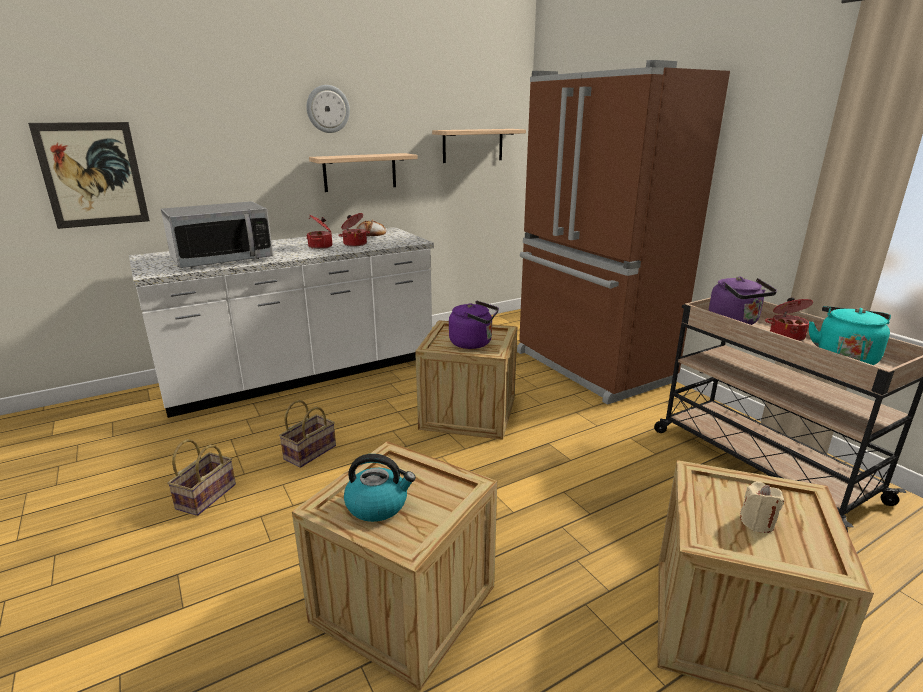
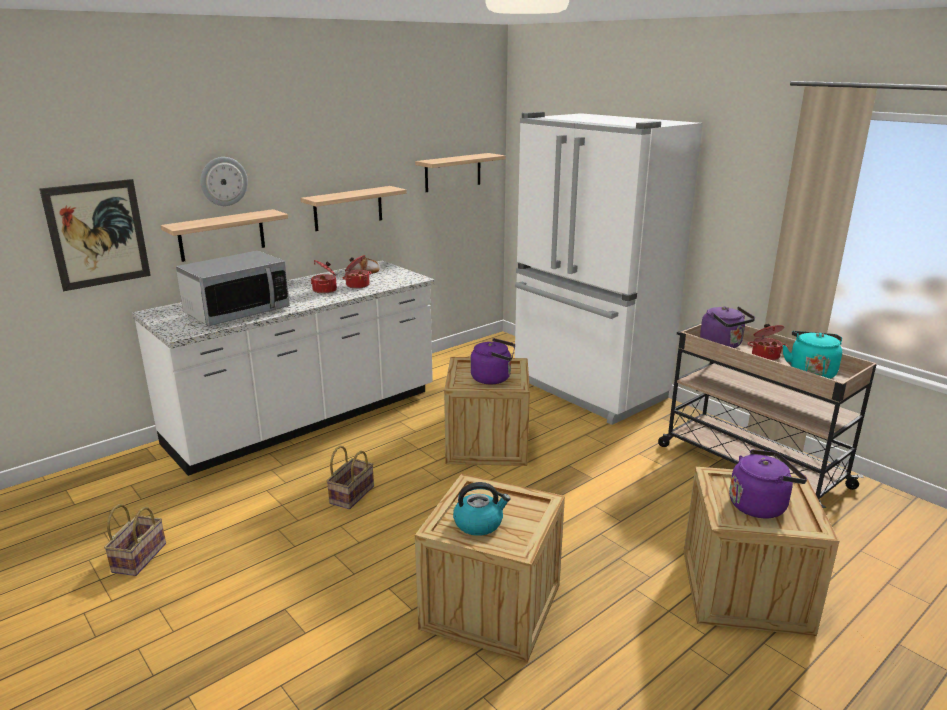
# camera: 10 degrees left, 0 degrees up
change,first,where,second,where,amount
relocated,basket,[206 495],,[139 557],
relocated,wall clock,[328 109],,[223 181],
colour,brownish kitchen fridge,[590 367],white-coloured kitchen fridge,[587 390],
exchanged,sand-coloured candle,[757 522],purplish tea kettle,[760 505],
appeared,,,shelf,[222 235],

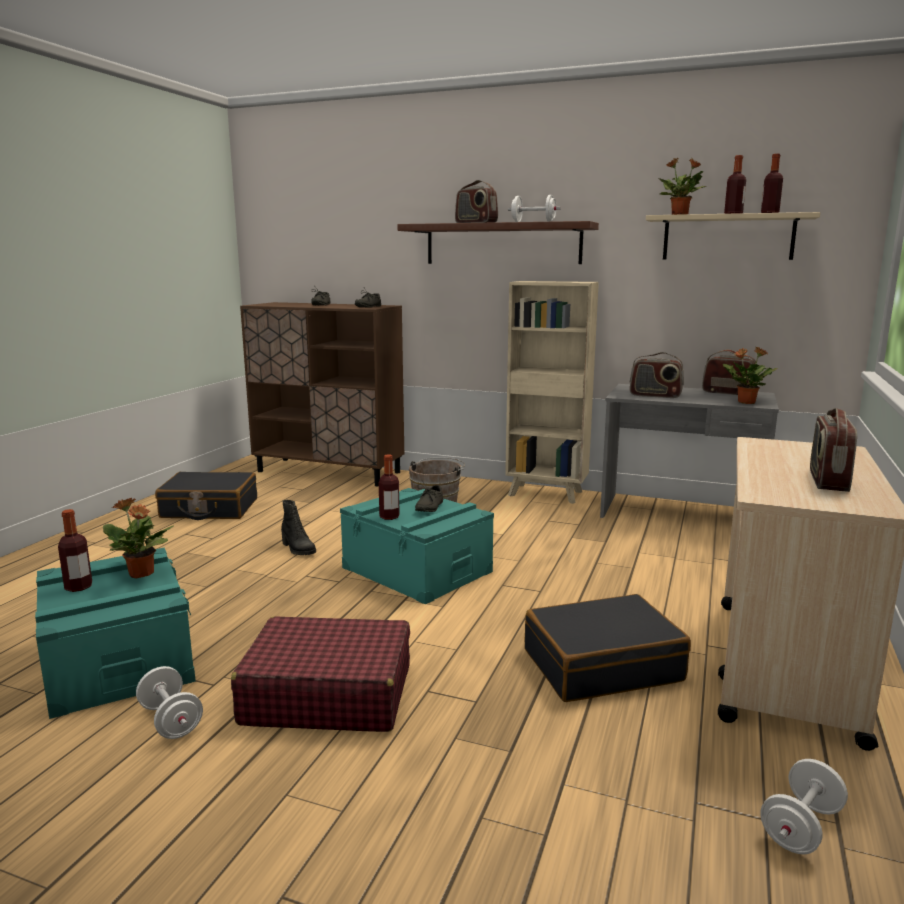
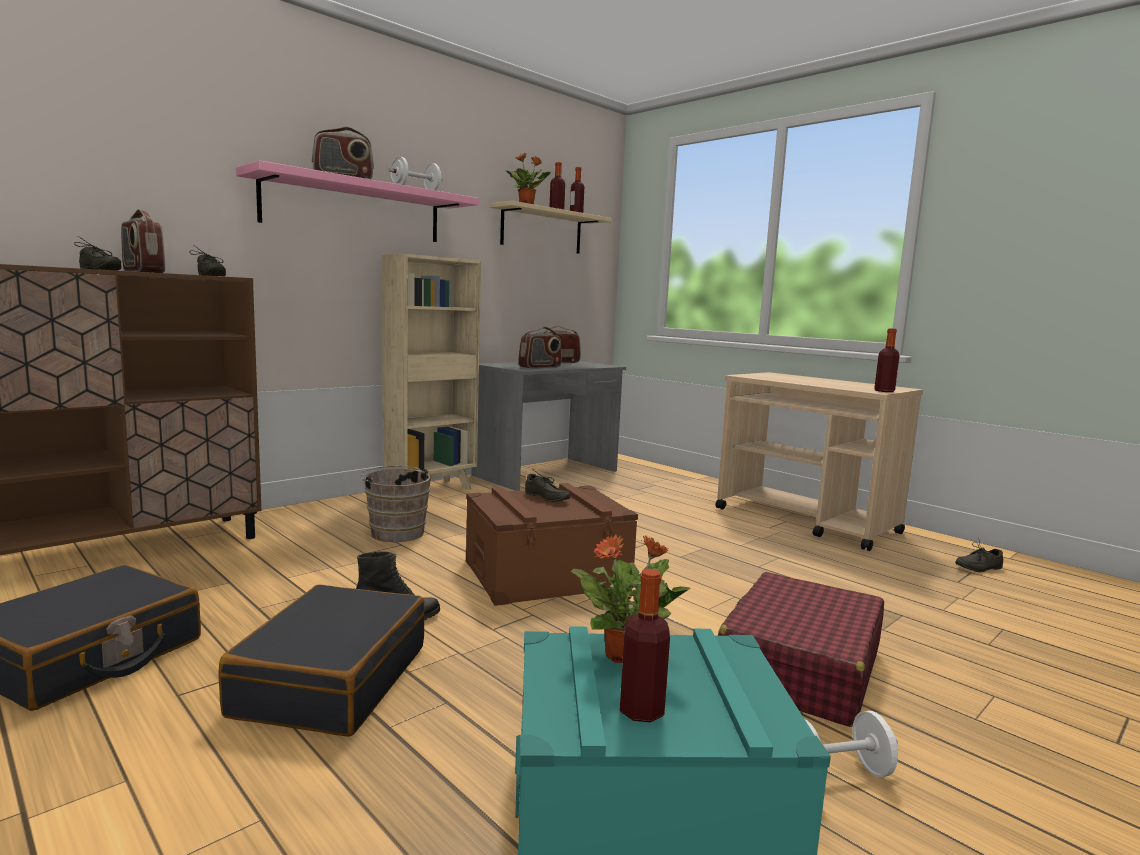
# camera: 65 degrees left, 5 degrees down
change,first,where,second,where,amount
colour,turquoise storage box,[417 569],brownish storage box,[546 574],
relocated,bottle,[389 517],,[884 391],
colour,brownish shelf,[502 244],pinkish shelf,[354 209],
relocated,blackish travel case,[602 665],,[331 680],
missing,plant in a pot,[745 402],,,
exchanged,white-coloured hand weight,[801 827],gray item of footwear,[977 567],
relocated,radio set,[827 481],,[143 272],

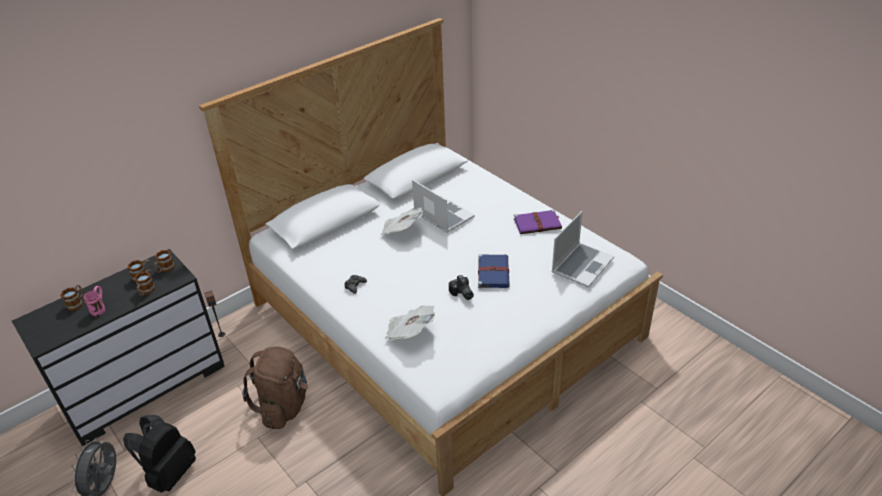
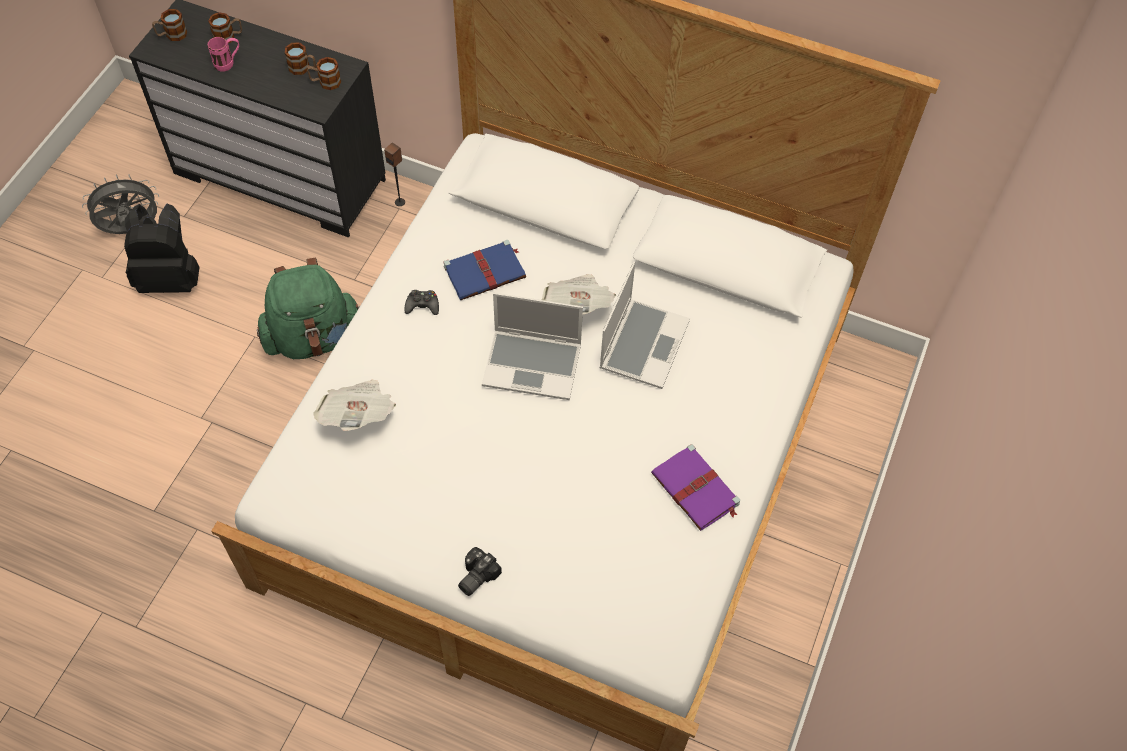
# camera: 60 degrees right, 20 degrees up
change,first,where,second,where,amount
relocated,tea mug,[146 292],,[172 35],
colour,brownish backpack,[284 406],greenish backpack,[314 337],
relocated,photo camera,[461 294],,[475 576],
relocated,bluish volume,[493 272],,[486 272],
relocated,notebook computer,[582 265],,[533 364],

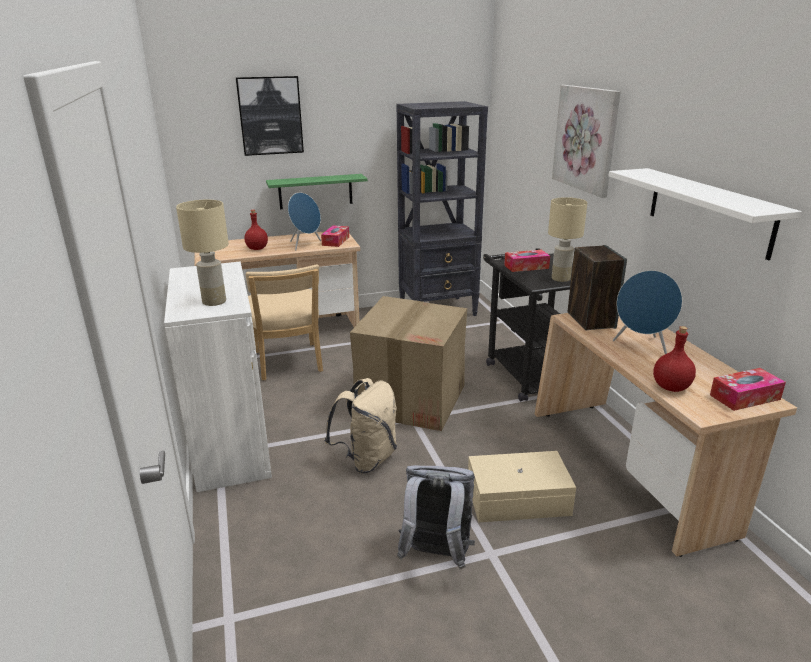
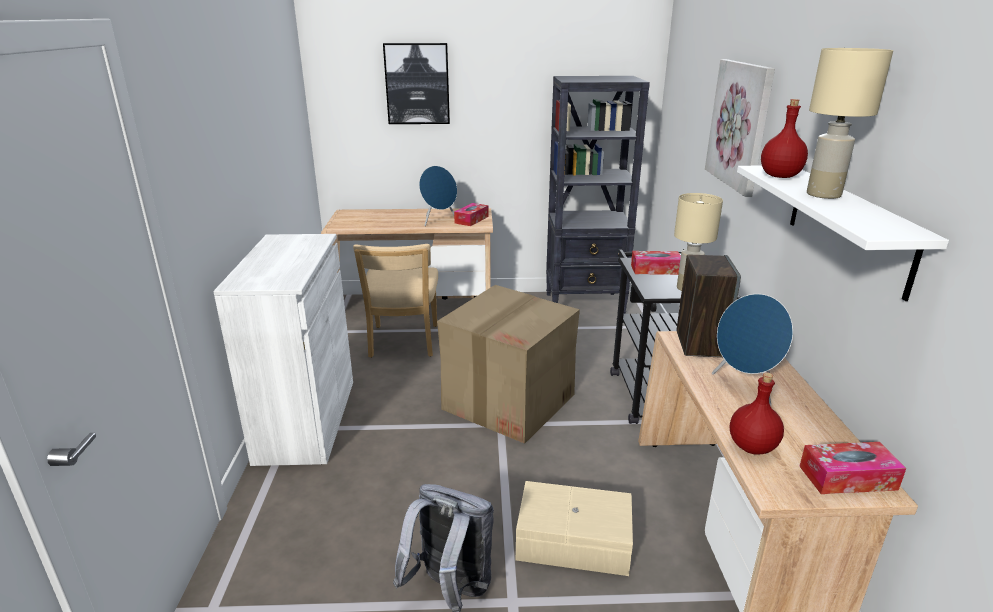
# camera: 15 degrees right, 0 degrees up
change,first,where,second,where,amount
relocated,sand-coloured table lamp,[215 301],,[824 194],
relocated,reddish bottle,[257 248],,[780 176],
missing,greenish shelf,[315 191],,,
missing,sand-coloured backpack,[367 459],,,

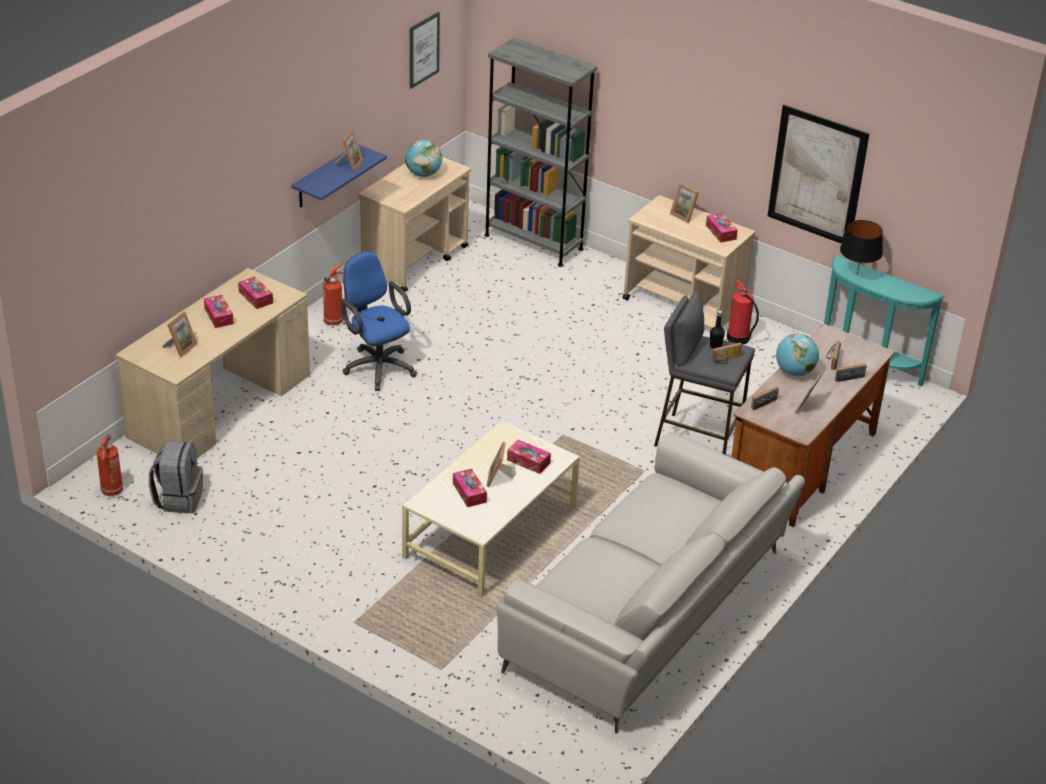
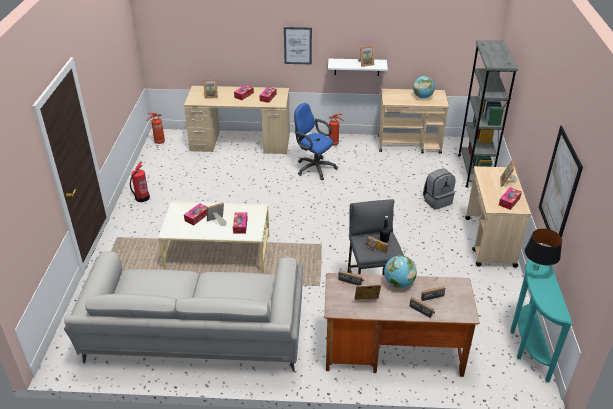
# camera: 60 degrees right, 0 degrees up
change,first,where,second,where,amount
relocated,gray backpack,[178 498],,[437 201],
colour,bluish shelf,[325 177],white-coloured shelf,[357 67],
spun,bluish office chair,[377 366],,[313 168],75 degrees counterclockwise
relocated,wall art,[424 50],,[297 45],
relocated,extinguisher,[738 338],,[142 198],

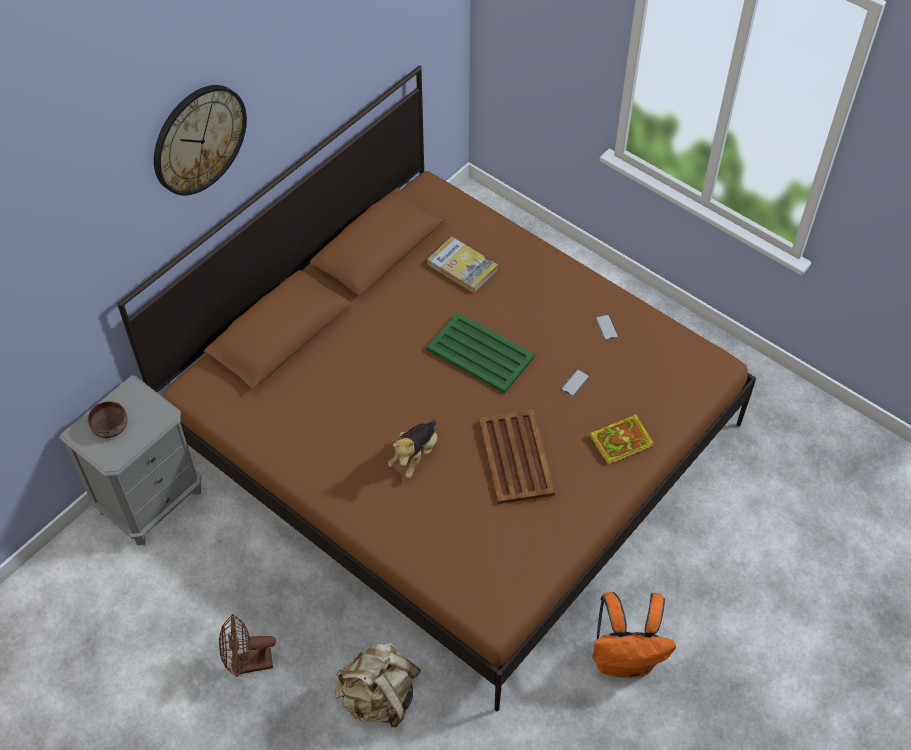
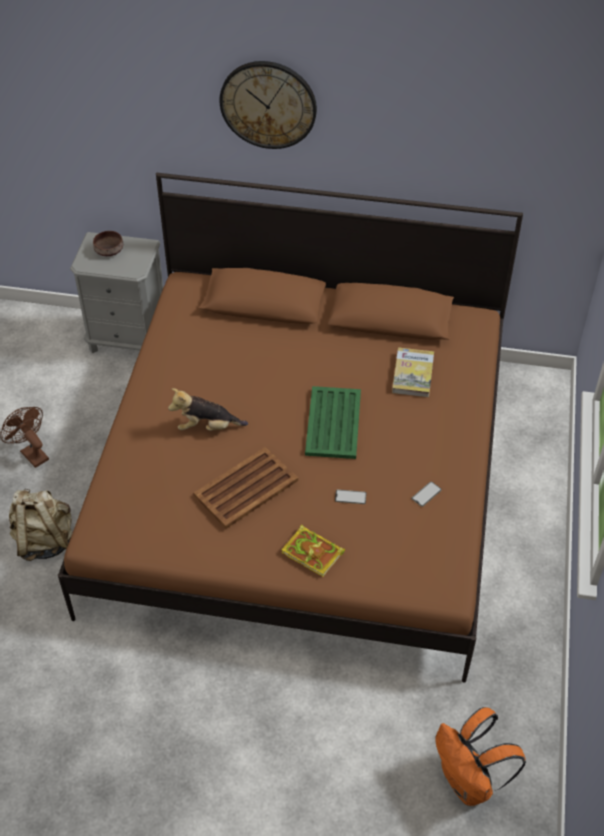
# camera: 60 degrees right, 5 degrees down
change,first,where,second,where,amount
relocated,orange backpack,[625 659],,[469 782],

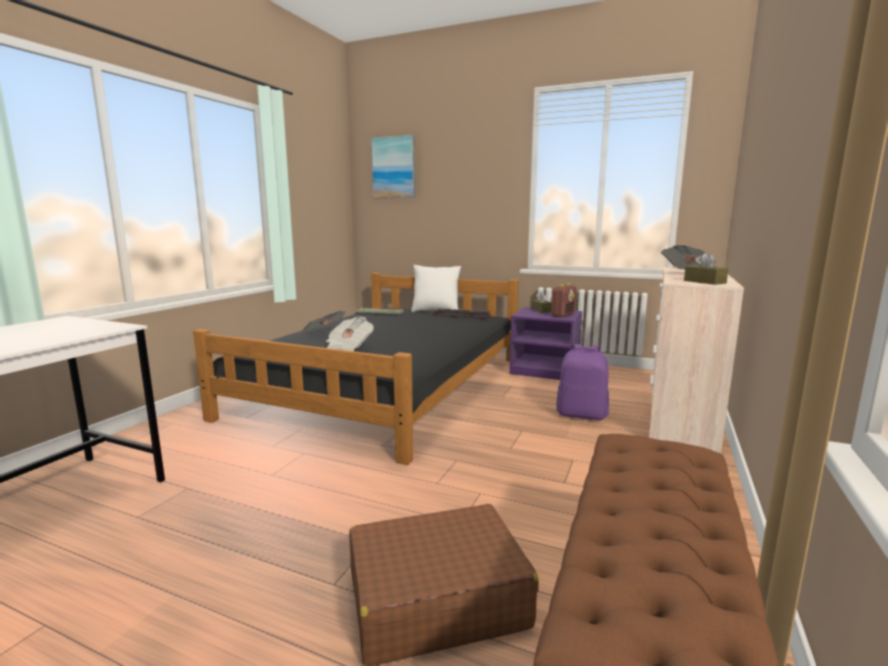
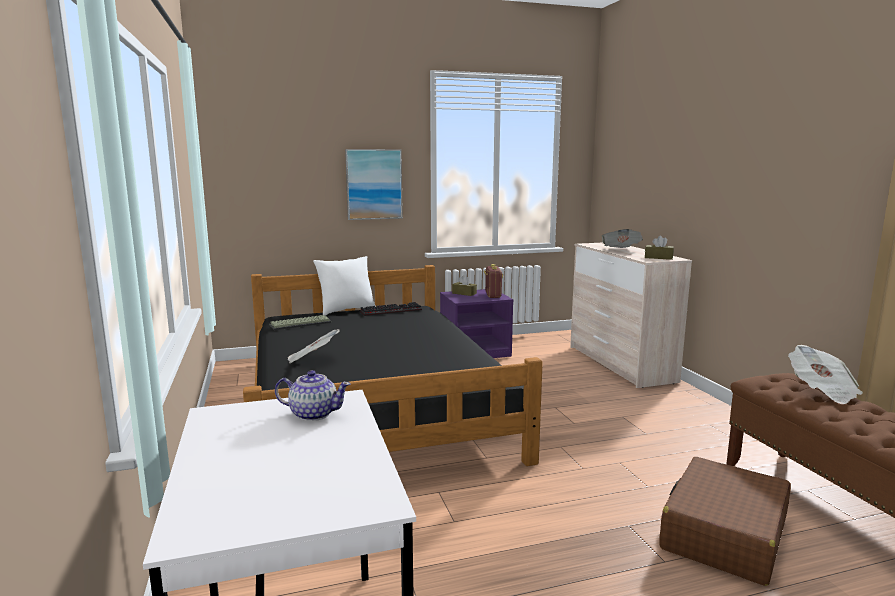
# camera: 40 degrees left, 0 degrees up
change,first,where,second,where,amount
relocated,newspaper,[347 349],,[822 391],
relocated,wall art,[394 167],,[374 184],
missing,purplish backpack,[582 414],,,
appeared,,,pot for tea,[313 414],

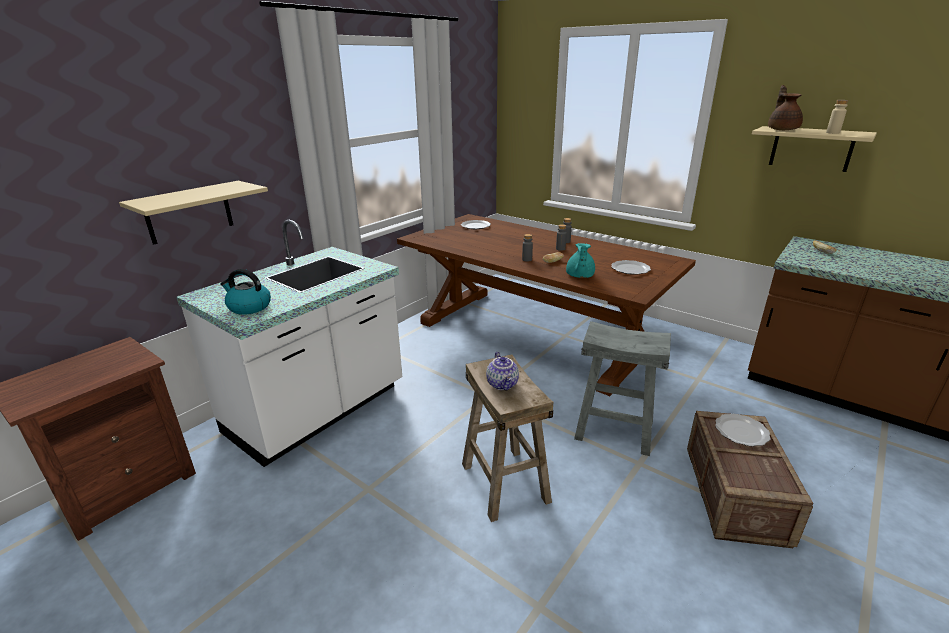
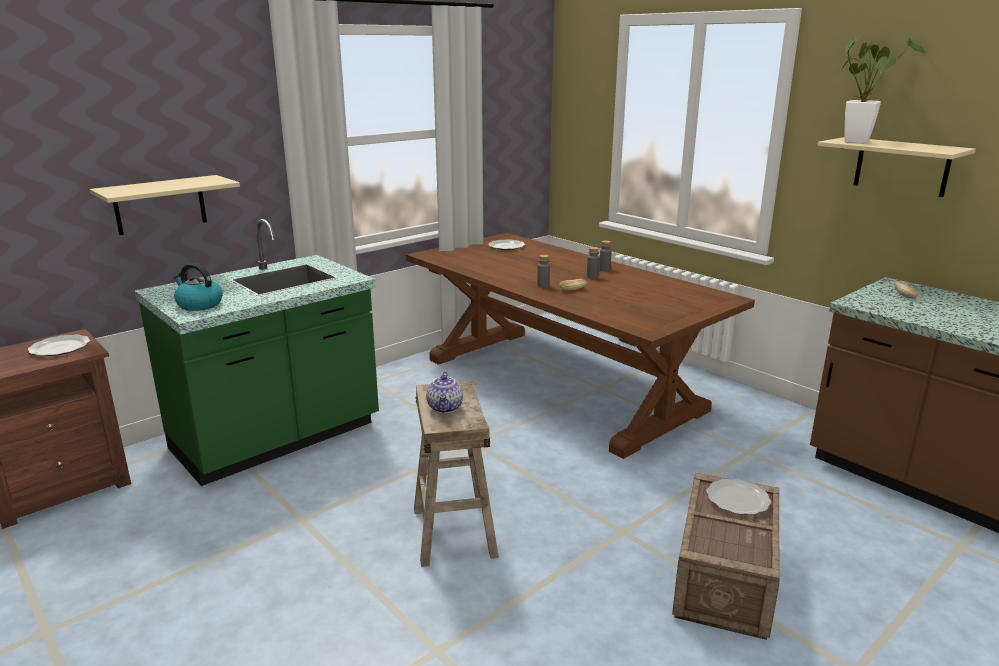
# camera: 10 degrees right, 5 degrees down
change,first,where,second,where,amount
colour,white-coloured kitchen counter,[318 411],greenish kitchen counter,[277 439],
missing,turquoise pot for tea,[579 276],,,
missing,gray stool seat,[614 429],,,
relocated,dinner plate,[629 269],,[59 347],
exchanged,brownish pot for tea,[782 129],plant in a pot,[858 141],
missing,sand-coloured bottle,[832 133],,,

